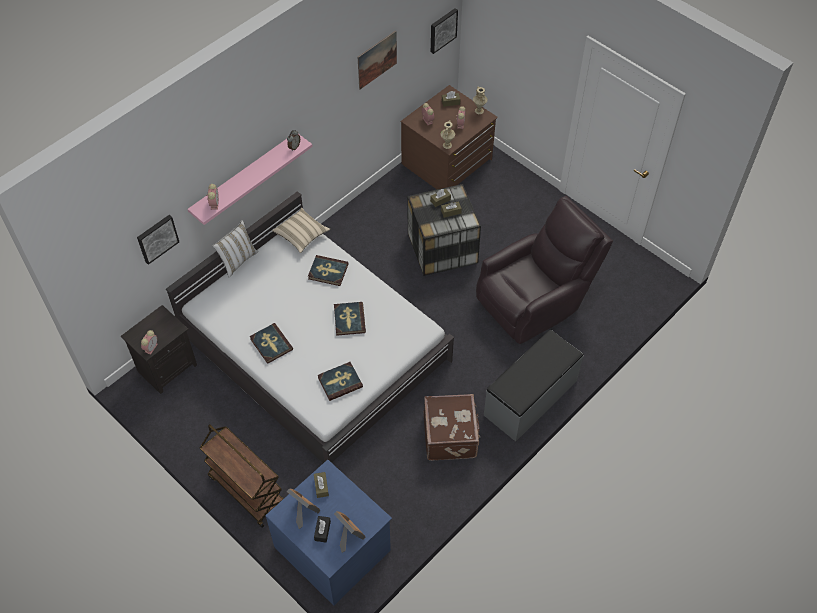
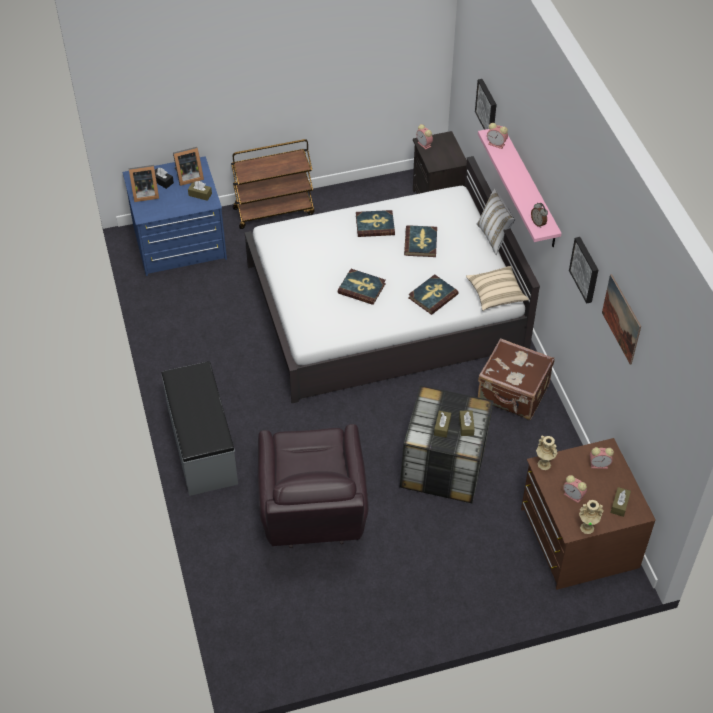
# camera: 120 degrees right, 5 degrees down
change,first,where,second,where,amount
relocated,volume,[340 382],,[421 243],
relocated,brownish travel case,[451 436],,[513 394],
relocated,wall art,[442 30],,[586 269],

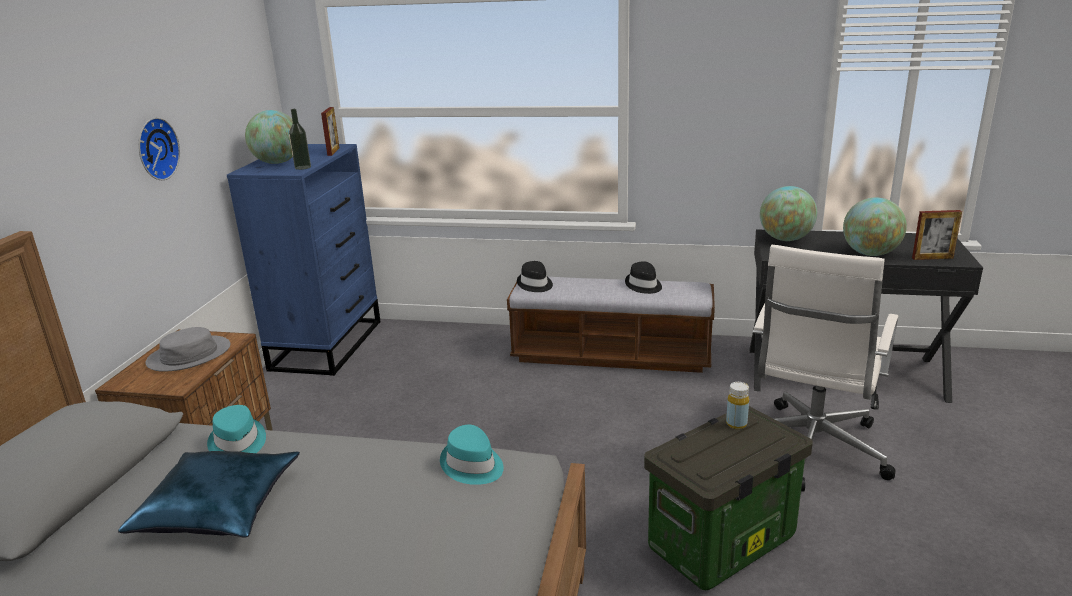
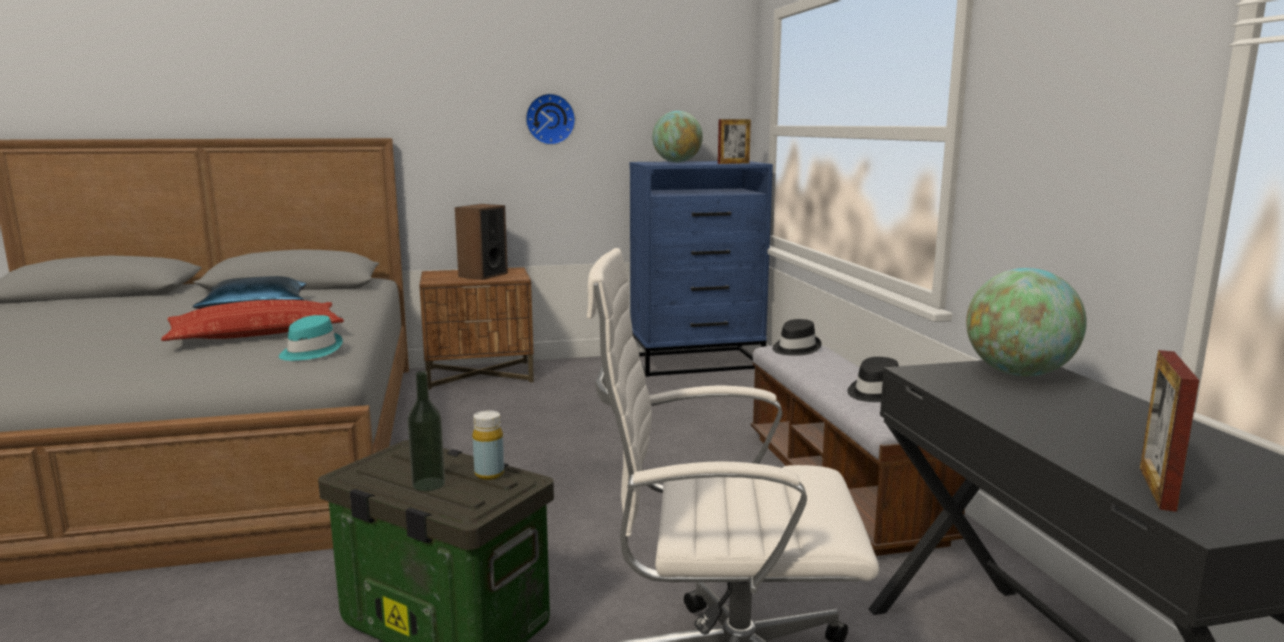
# camera: 65 degrees right, 10 degrees down
change,first,where,second,where,amount
exchanged,gray wearable hat,[189 355],speaker,[483 275],
missing,turquoise wearable hat,[237 443],,,
relocated,bottle,[302 167],,[428 484],
missing,world globe,[870 254],,,
spun,standing frame,[932 258],,[1157 488],45 degrees clockwise
appeared,,,throw pillow,[256 333],

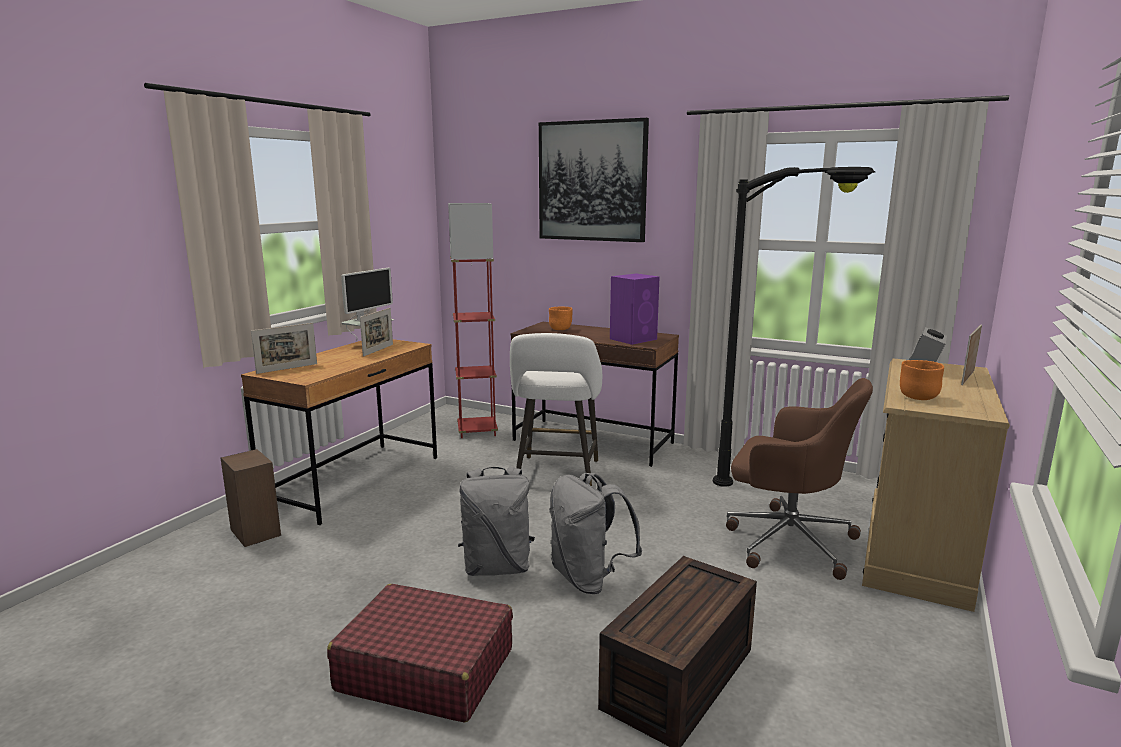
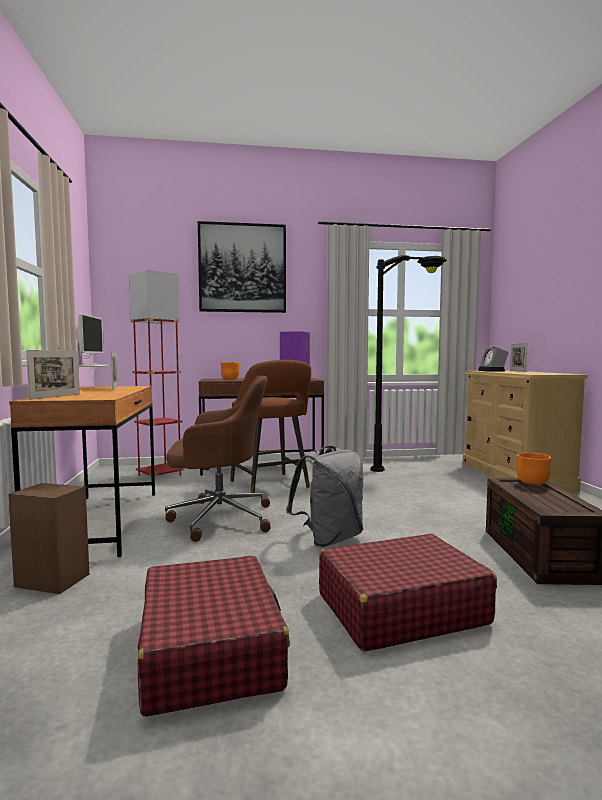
# camera: 35 degrees left, 10 degrees down
change,first,where,second,where,amount
colour,white-coloured stool seat,[556 475],brownish stool seat,[271 486],
missing,gray backpack,[589 579],,,
relocated,brownish office chair,[787 541],,[218 518],
relocated,orange serving bowl,[918 397],,[531 483],
appeared,,,reddish travel case,[210 649],

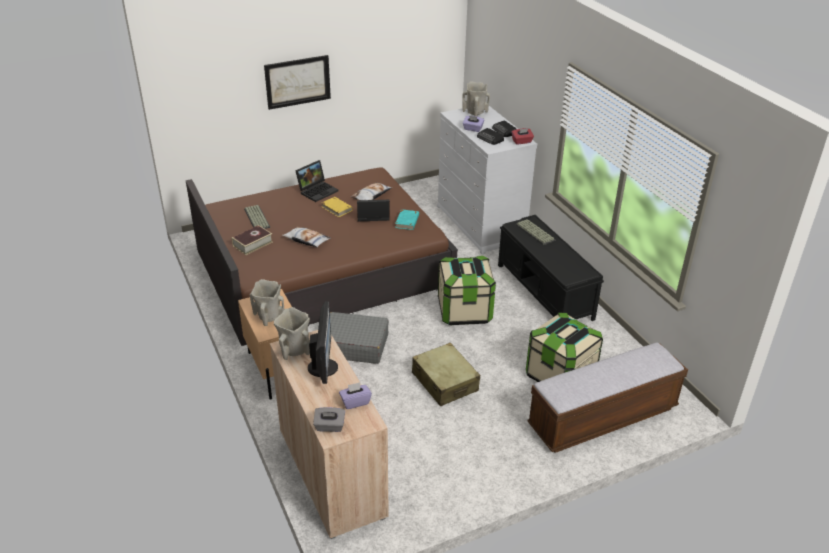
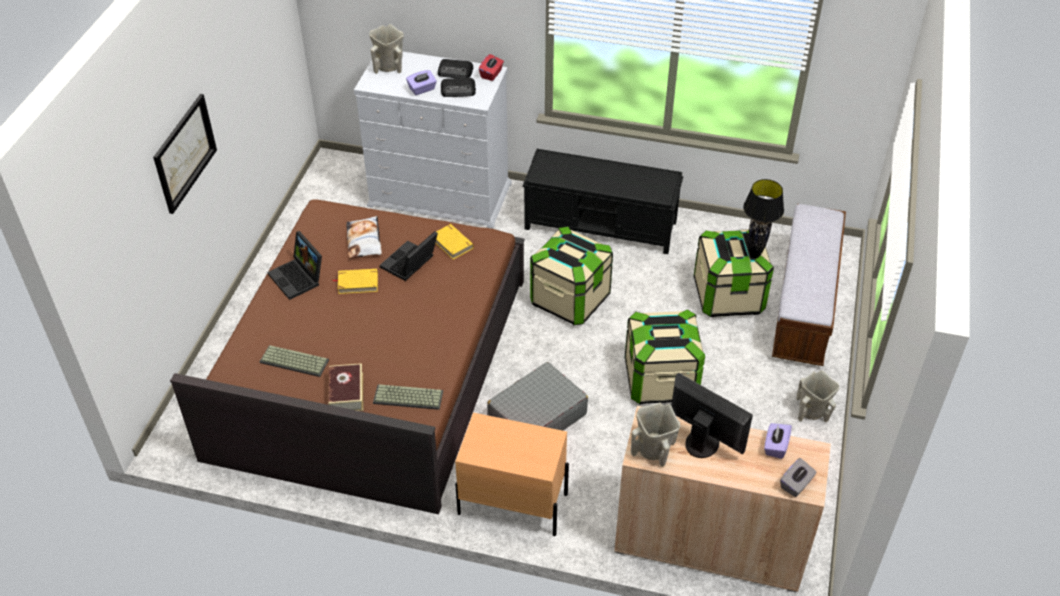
# camera: 50 degrees left, 10 degrees up
change,first,where,second,where,amount
relocated,sand-coloured flower vase,[269 317],,[812 412],
missing,throw pillow,[306 240],,,
spun,notebook computer,[317 190],,[299 278],150 degrees clockwise
colour,turquoise volume,[407 221],yellowish volume,[452 243],
exchanged,sand-coloured travel case,[445 382],storage box,[660 380],
relocated,computer keyboard,[534 232],,[407 398],
appeared,,,blackish table lamp,[754 254],

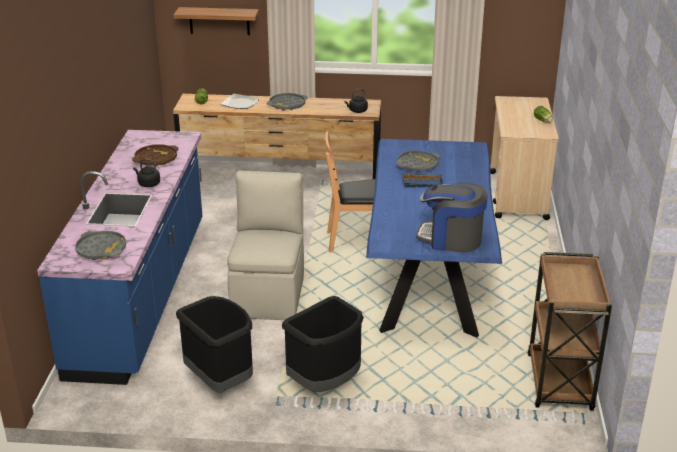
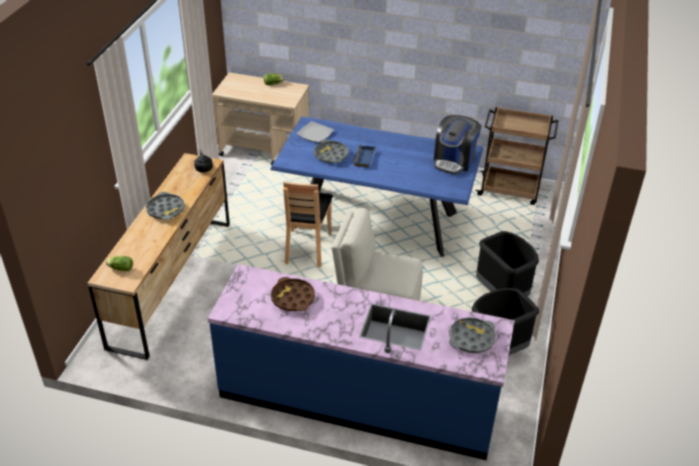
# camera: 80 degrees left, 10 degrees up
change,first,where,second,where,amount
missing,blackish tea kettle,[148 184],,,
missing,shelf,[219 21],,,
relocated,dinner plate,[240 103],,[314 133],

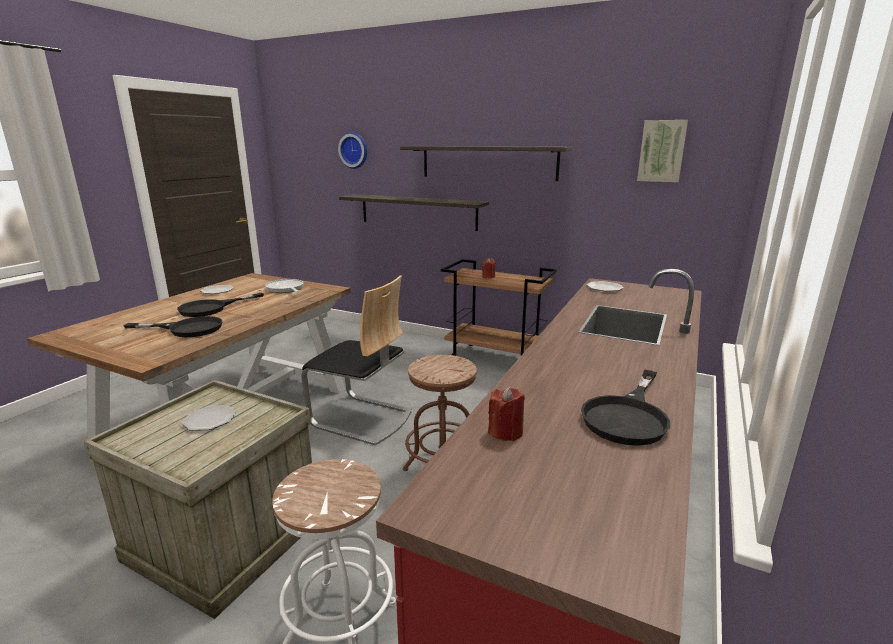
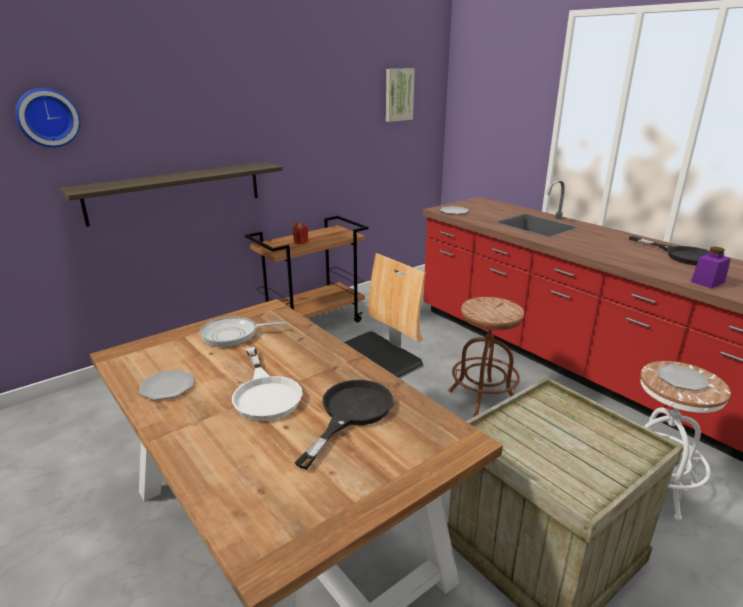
# camera: 65 degrees left, 5 degrees up
change,first,where,second,where,amount
colour,blackish frying pan,[211 308],white-coloured frying pan,[265 393],
relocated,dinner plate,[209 420],,[682 379],
missing,shelf,[488 162],,,
exchanged,reddish candle,[506 432],purplish storage jar,[707 282],

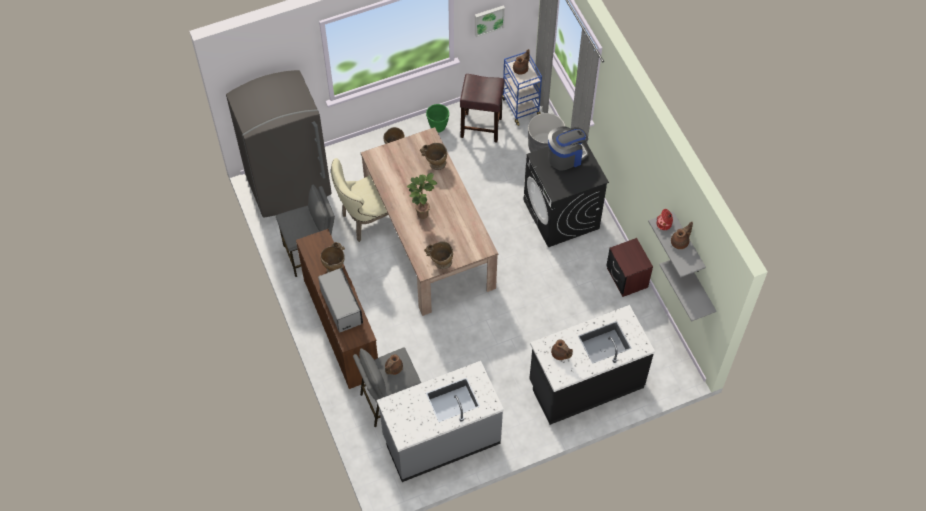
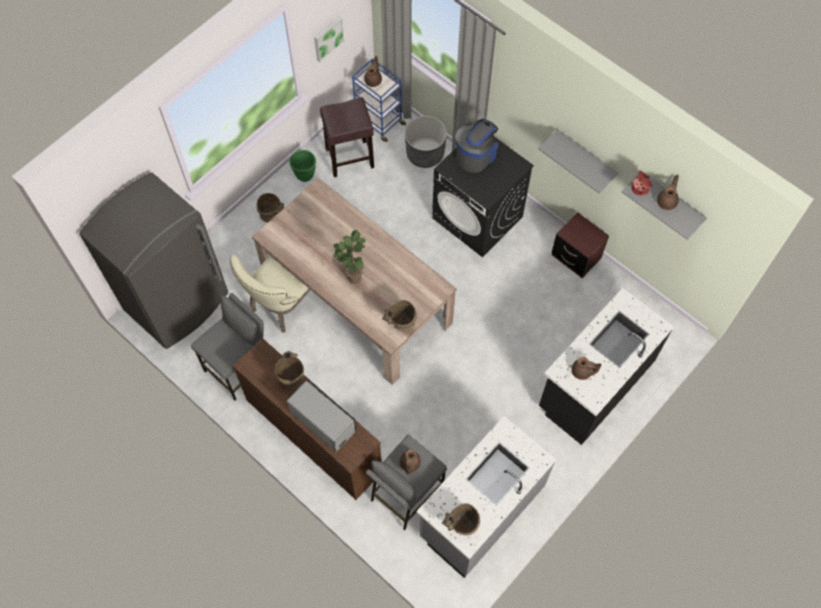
# camera: 25 degrees left, 5 degrees up
change,first,where,second,where,amount
relocated,sand-coloured flower vase,[434 164],,[461 526],
relocated,gray shelf,[698 288],,[585 157],

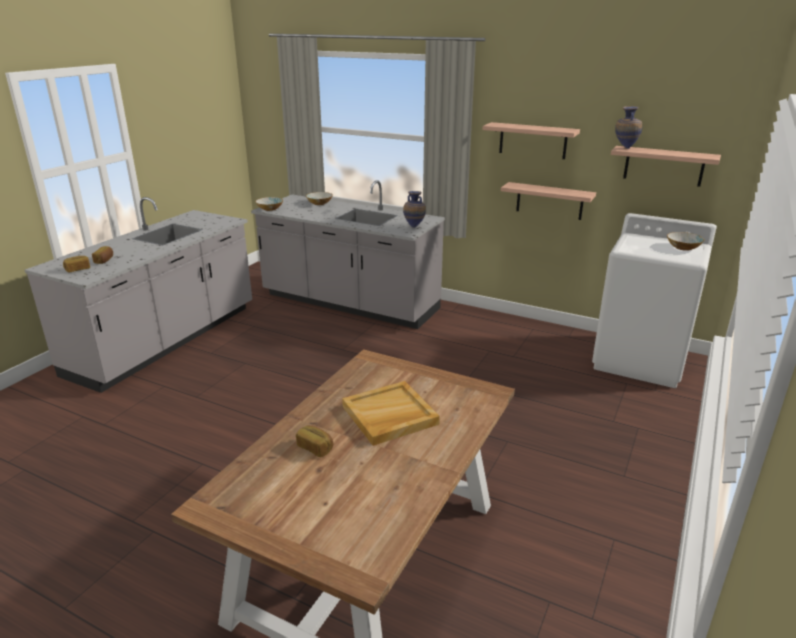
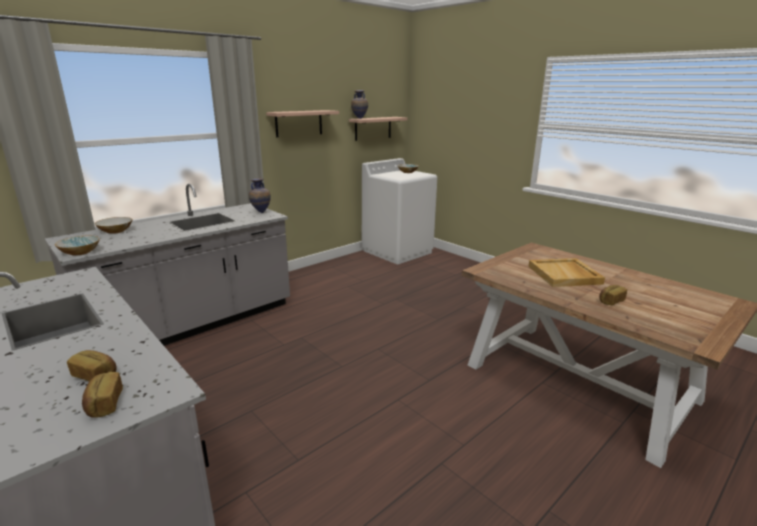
# camera: 70 degrees left, 5 degrees down
change,first,where,second,where,amount
missing,shelf,[549 201],,,

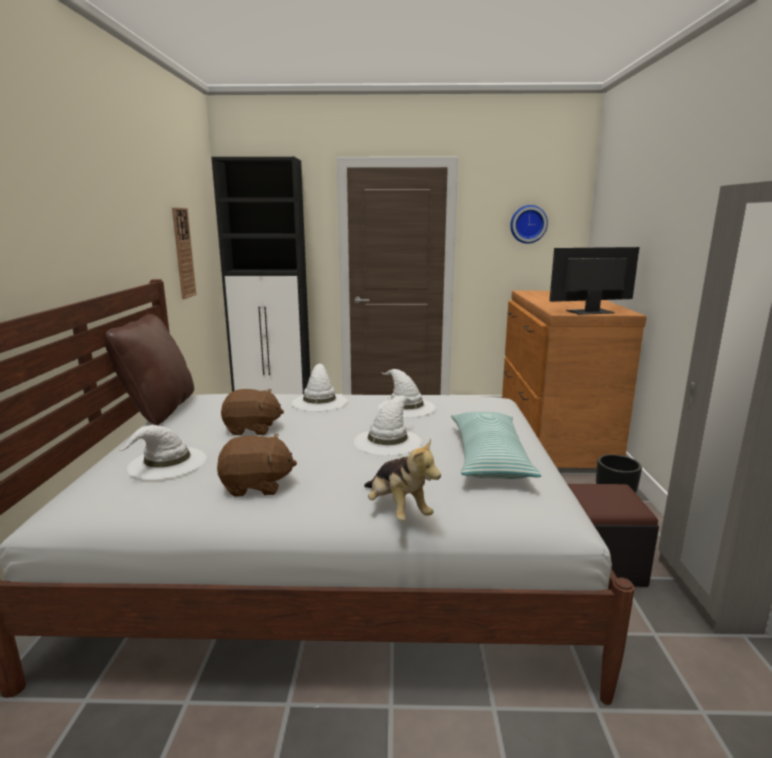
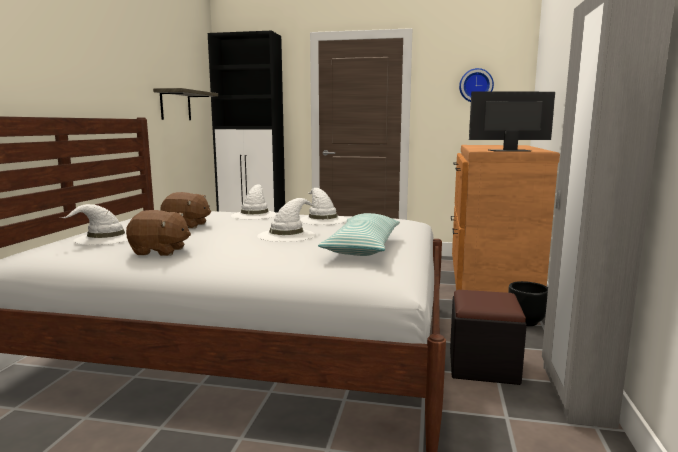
# camera: 10 degrees right, 5 degrees down
change,first,where,second,where,amount
missing,brownish throw pillow,[159 410],,,
exchanged,wall clock,[183 253],shelf,[175 105],
missing,cuddly toy,[397 510],,,

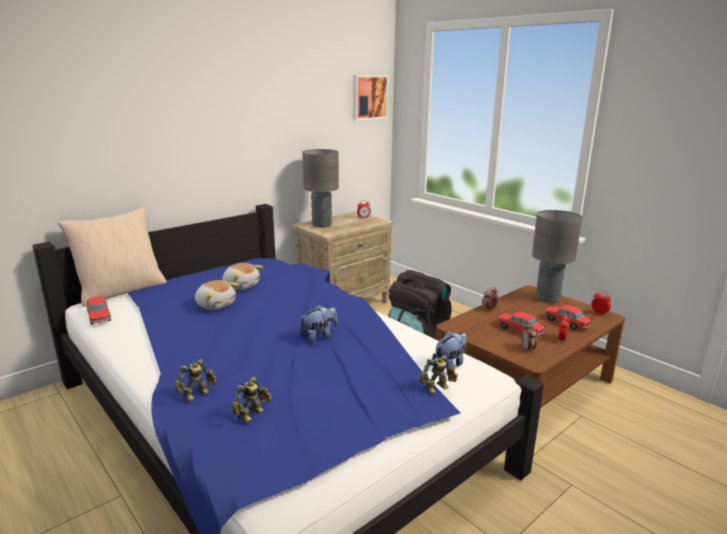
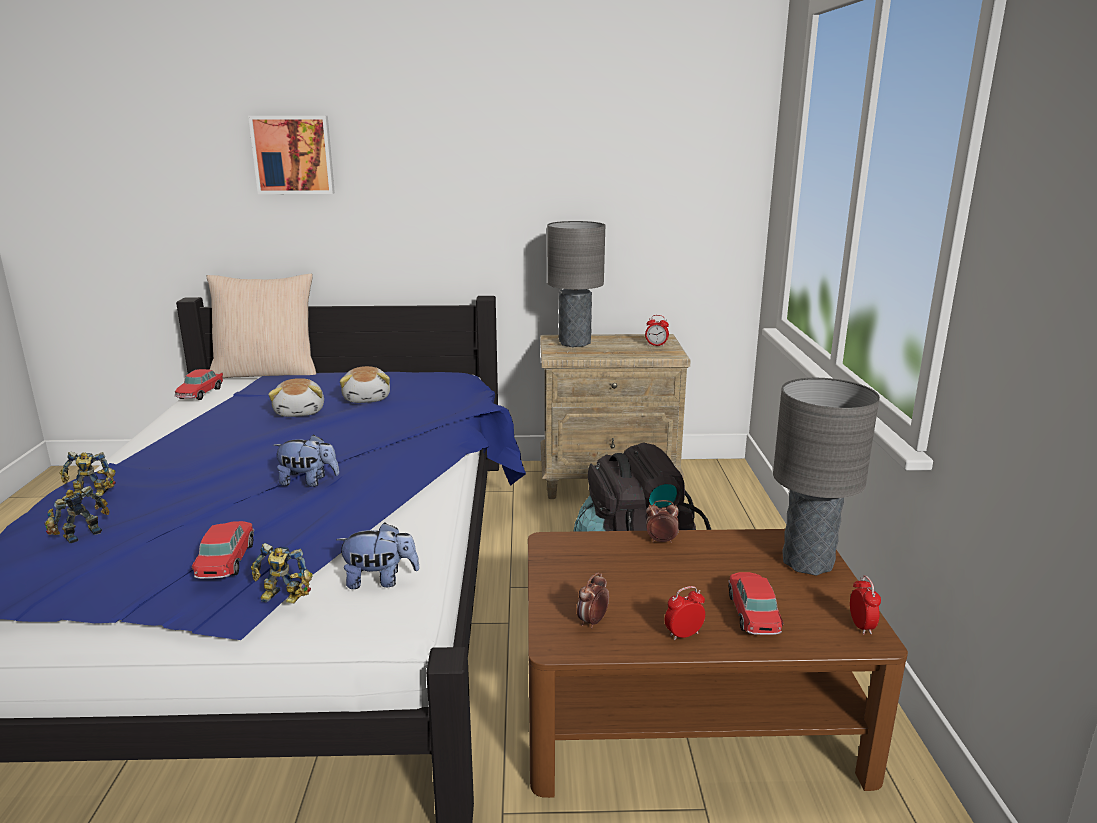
# camera: 40 degrees right, 0 degrees up
change,first,where,second,where,amount
spun,model robot,[253 414],,[80 534],150 degrees clockwise
relocated,wall art,[369 97],,[293 155],
relocated,toy car,[519 330],,[227 561],

